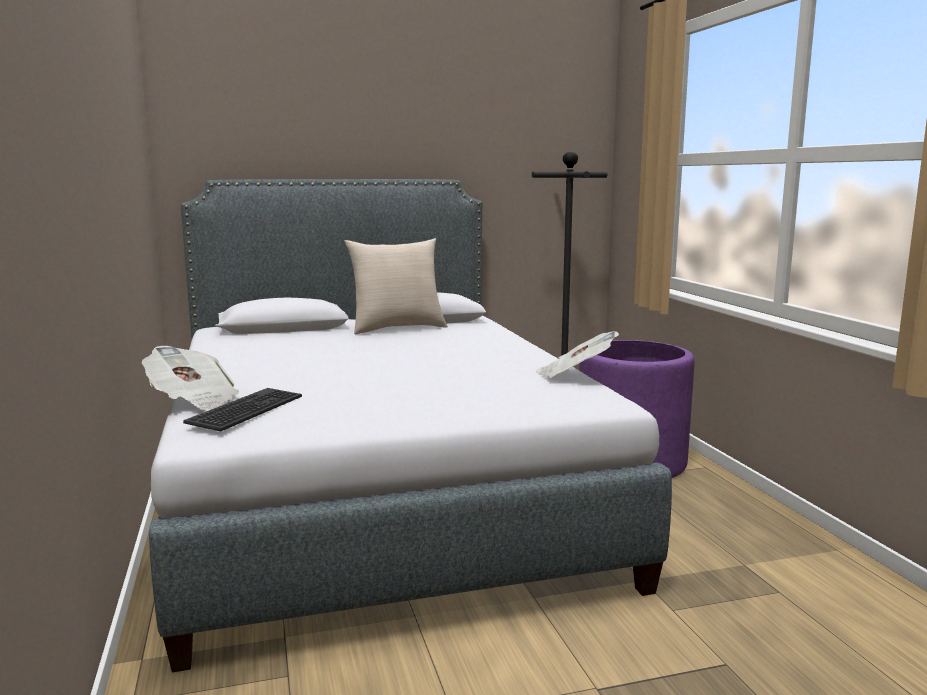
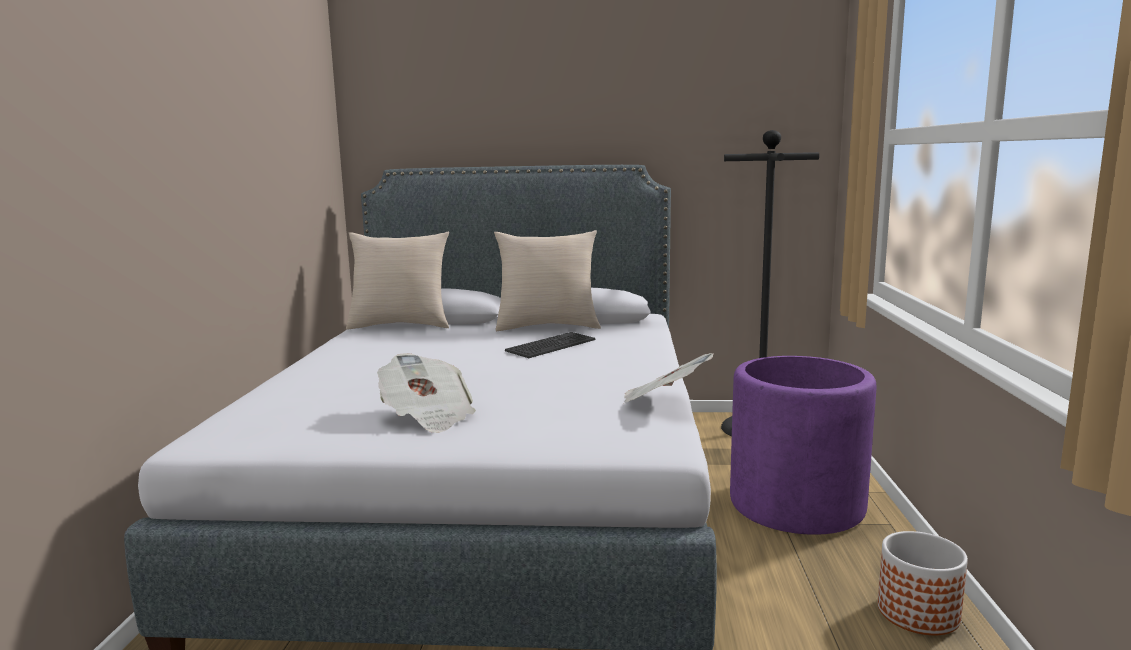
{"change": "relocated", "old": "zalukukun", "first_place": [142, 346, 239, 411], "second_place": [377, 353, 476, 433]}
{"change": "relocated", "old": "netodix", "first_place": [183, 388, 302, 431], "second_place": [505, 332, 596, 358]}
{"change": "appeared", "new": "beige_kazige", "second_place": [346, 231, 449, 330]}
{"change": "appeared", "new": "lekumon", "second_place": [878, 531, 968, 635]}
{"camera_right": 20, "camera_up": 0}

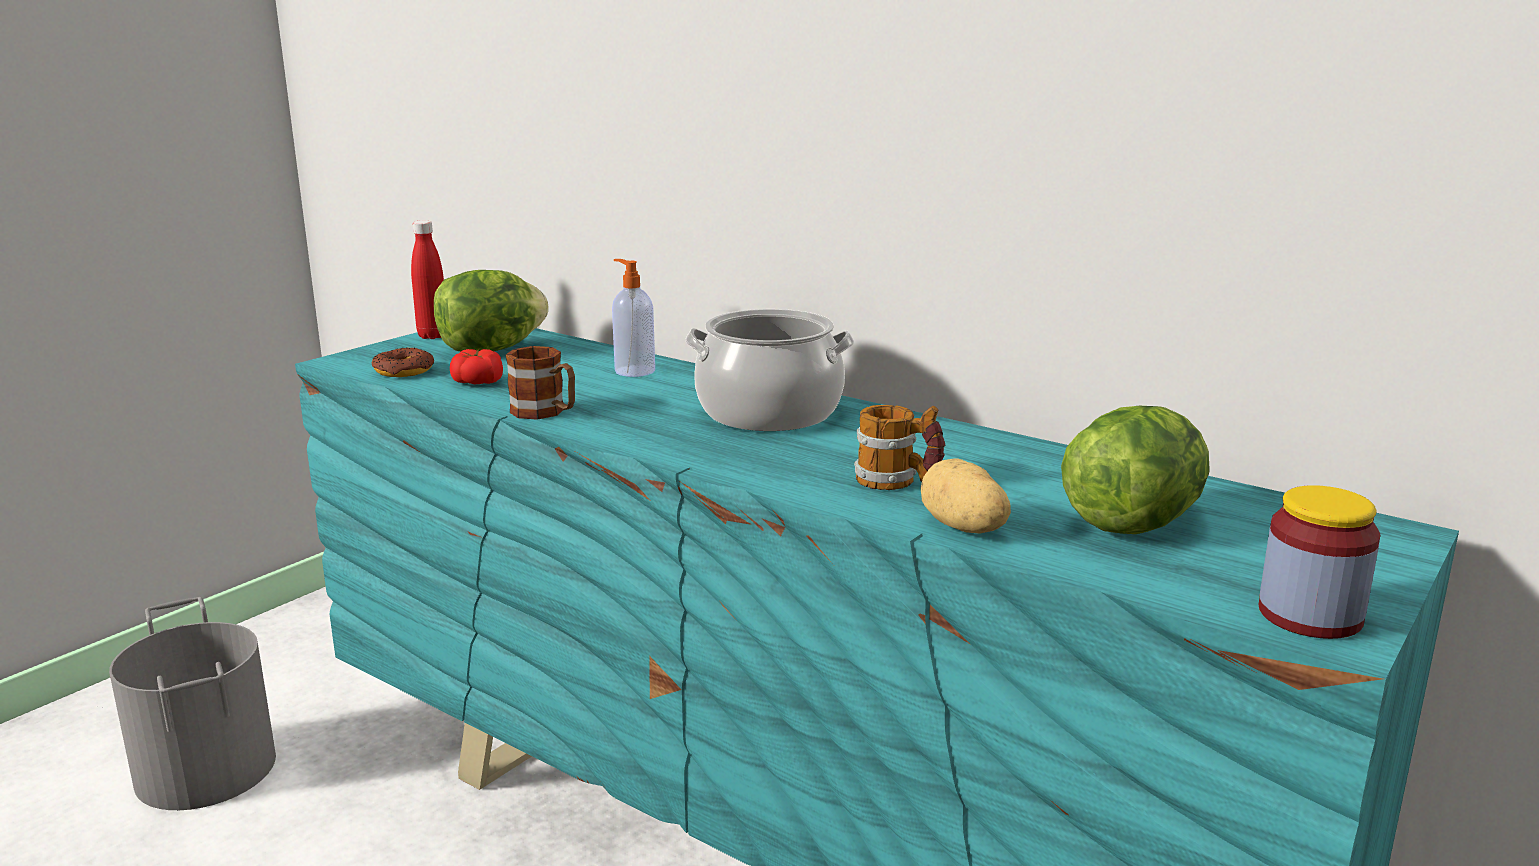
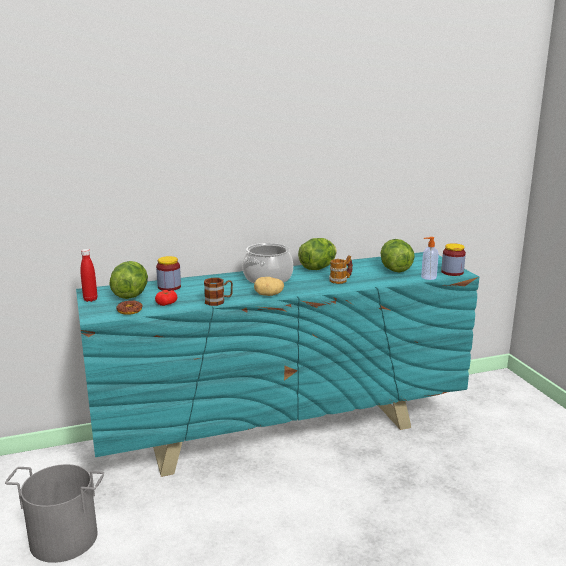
{"change": "relocated", "old": "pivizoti", "first_place": [612, 259, 655, 377], "second_place": [421, 237, 439, 280]}
{"change": "relocated", "old": "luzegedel", "first_place": [920, 458, 1011, 534], "second_place": [254, 277, 284, 296]}
{"change": "appeared", "new": "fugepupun", "second_place": [156, 256, 181, 291]}
{"change": "appeared", "new": "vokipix", "second_place": [298, 238, 337, 270]}
{"camera_right": -55, "camera_up": 0}

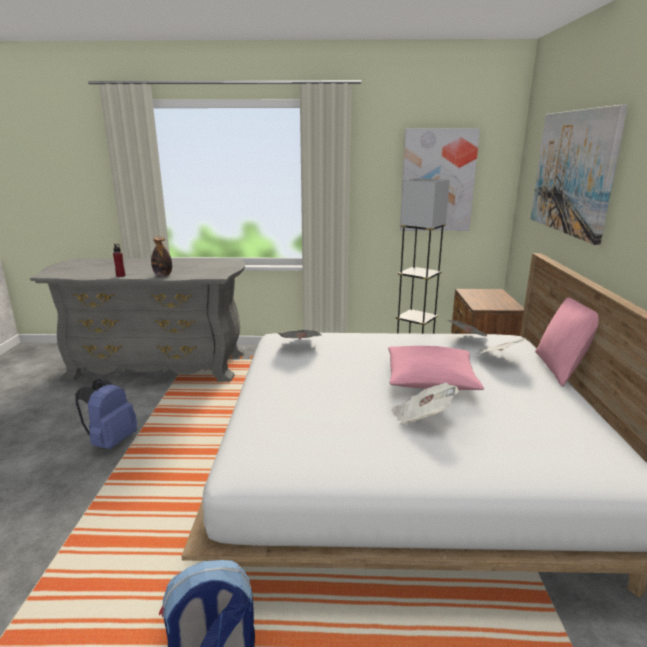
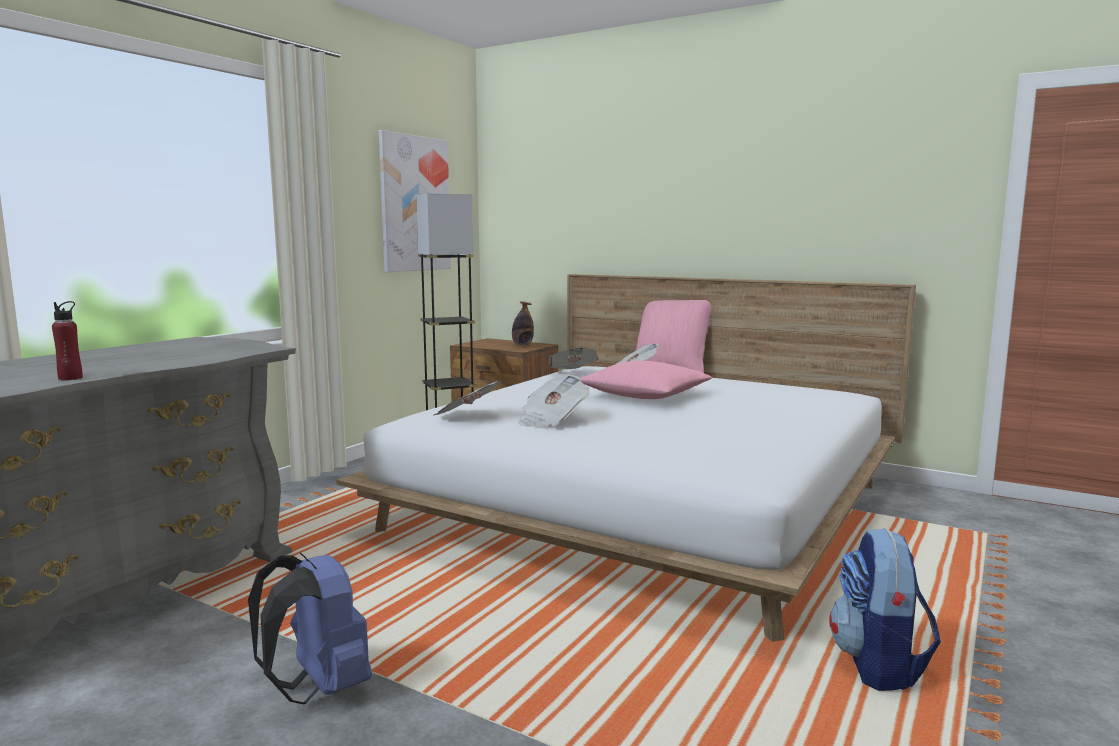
{"change": "relocated", "old": "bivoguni", "first_place": [151, 237, 172, 276], "second_place": [512, 301, 534, 345]}
{"change": "relocated", "old": "zalukukun", "first_place": [392, 383, 459, 424], "second_place": [518, 375, 589, 427]}
{"change": "missing", "old": "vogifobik", "first_place": [531, 104, 628, 245]}
{"camera_right": -60, "camera_up": -10}

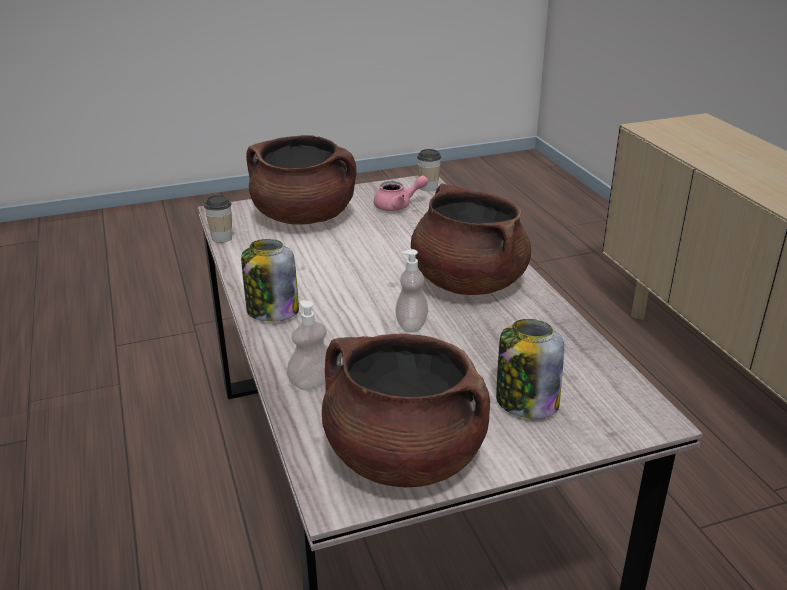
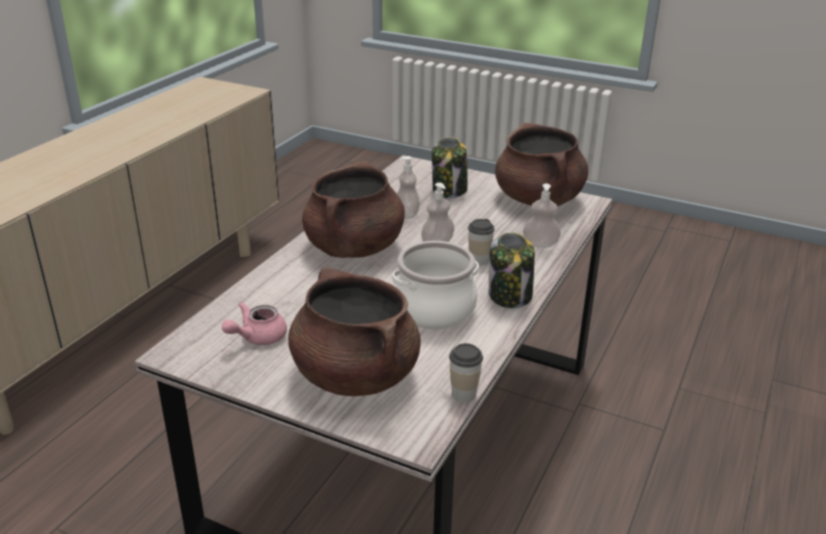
{"change": "spun", "old": "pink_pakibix", "first_place": [374, 175, 428, 211], "second_place": [222, 302, 287, 345], "degrees": -75}
{"change": "relocated", "old": "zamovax", "first_place": [417, 149, 441, 191], "second_place": [468, 219, 495, 266]}
{"change": "appeared", "new": "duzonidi", "second_place": [392, 241, 479, 330]}
{"change": "appeared", "new": "pivizoti", "second_place": [397, 156, 420, 219]}
{"camera_right": -135, "camera_up": 0}

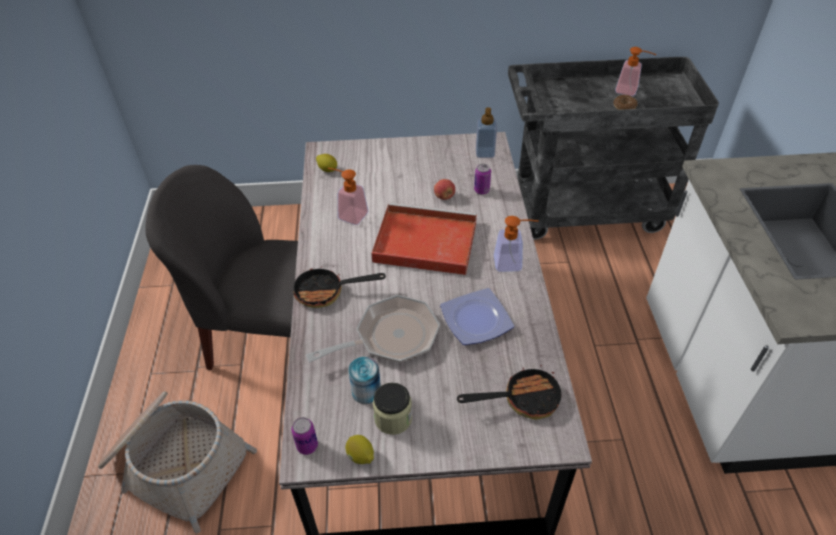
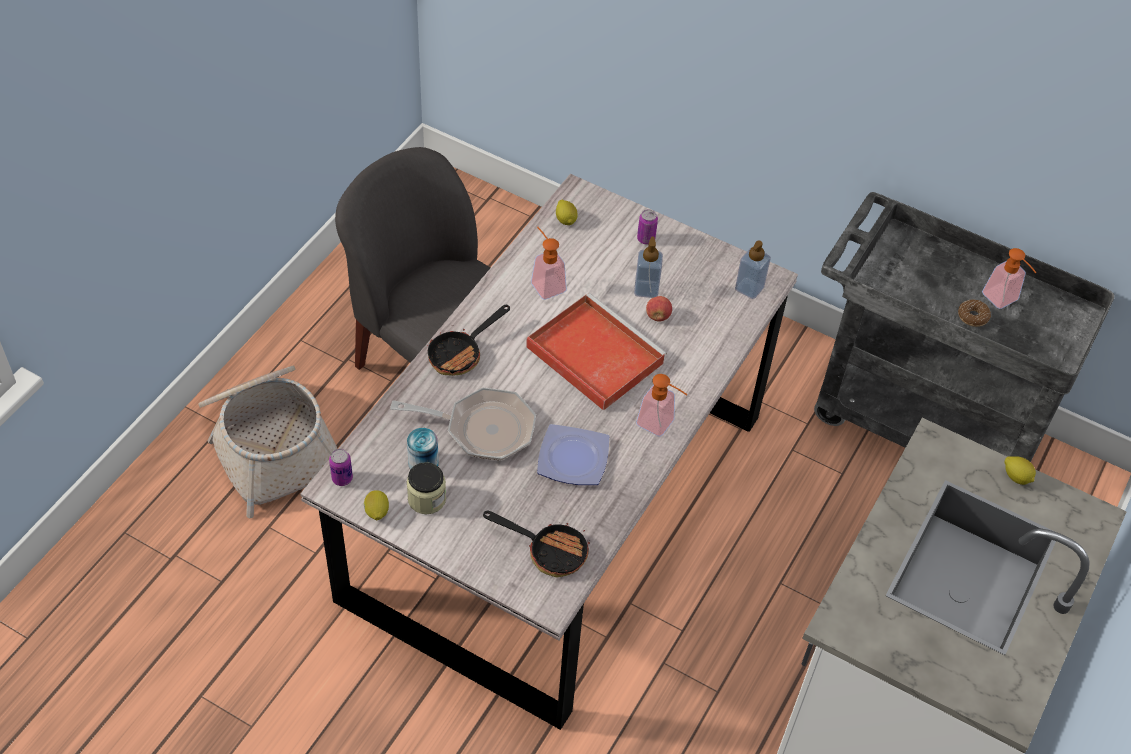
{"change": "spun", "old": "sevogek", "first_place": [292, 267, 386, 308], "second_place": [427, 305, 510, 376], "degrees": -75}
{"change": "relocated", "old": "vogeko", "first_place": [474, 164, 491, 195], "second_place": [637, 209, 658, 244]}
{"change": "appeared", "new": "pivizoti", "second_place": [634, 237, 663, 298]}
{"change": "appeared", "new": "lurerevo", "second_place": [1004, 456, 1036, 485]}
{"camera_right": 30, "camera_up": 5}

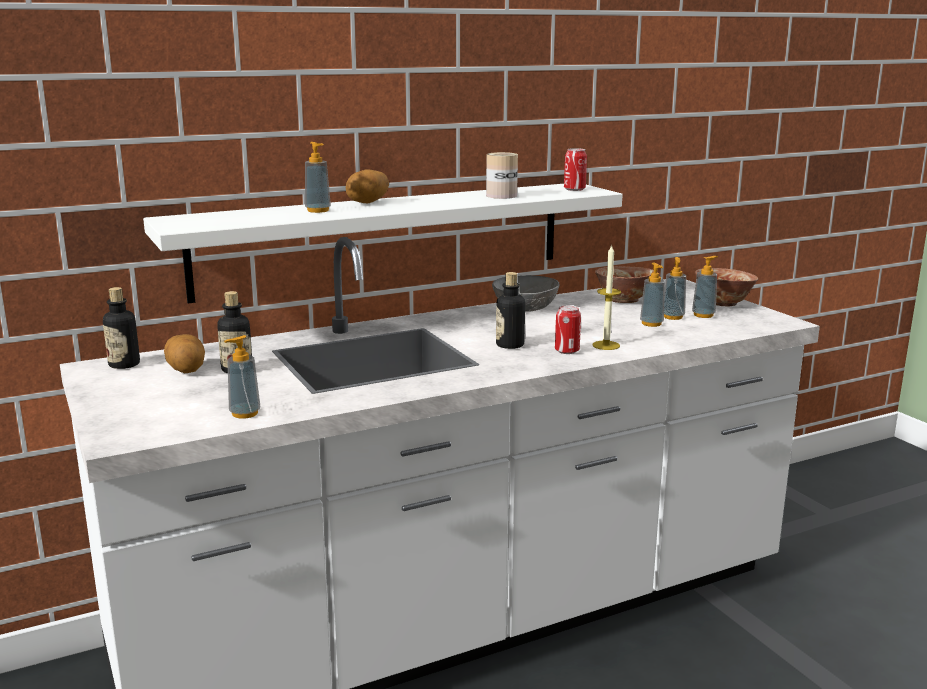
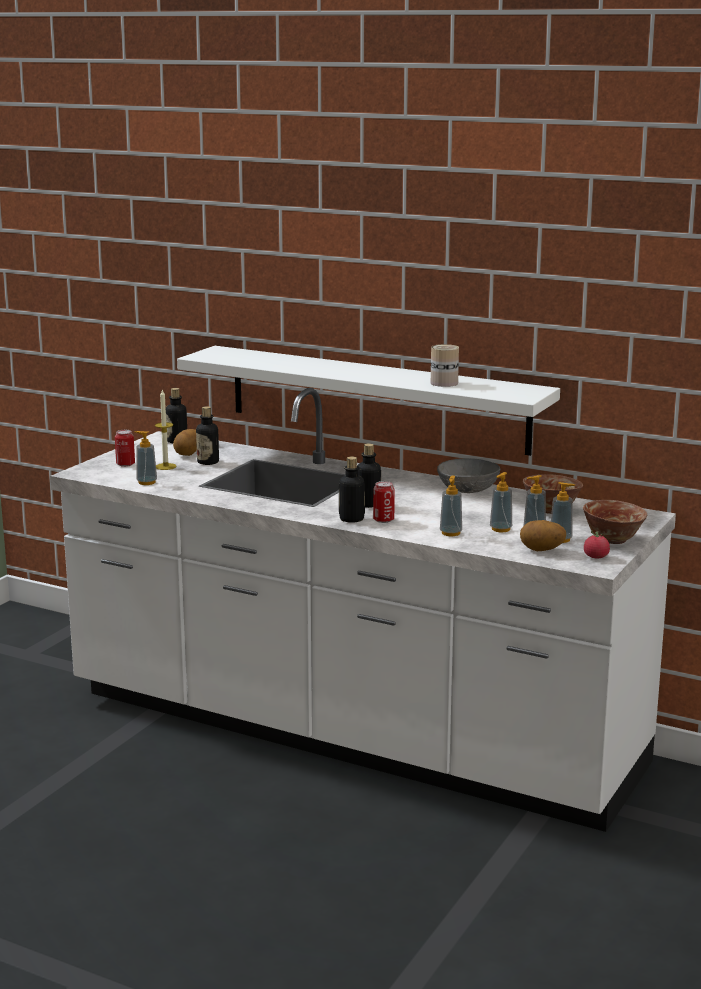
{"change": "relocated", "old": "pivizoti", "first_place": [305, 142, 331, 213], "second_place": [440, 475, 462, 536]}
{"change": "relocated", "old": "luzegedel", "first_place": [346, 170, 389, 203], "second_place": [520, 520, 566, 551]}
{"change": "relocated", "old": "vogeko", "first_place": [564, 148, 587, 191], "second_place": [115, 430, 135, 467]}
{"change": "relocated", "old": "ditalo", "first_place": [592, 244, 621, 350], "second_place": [155, 389, 177, 470]}
{"change": "appeared", "new": "bivoguni", "second_place": [339, 457, 365, 523]}
{"change": "appeared", "new": "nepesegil", "second_place": [584, 531, 610, 559]}
{"camera_right": 55, "camera_up": 0}

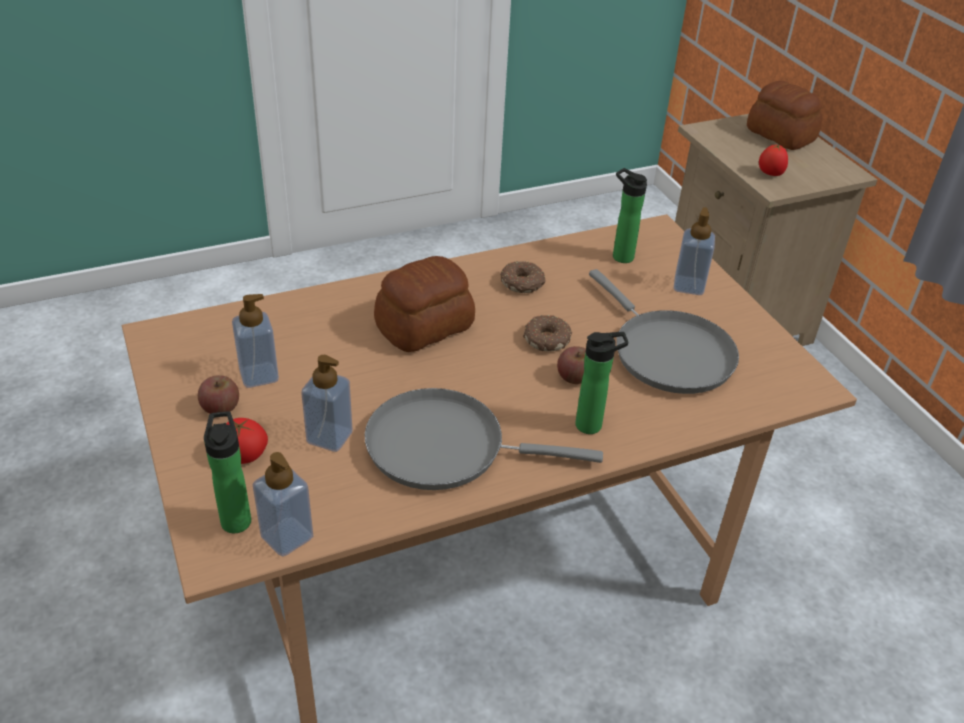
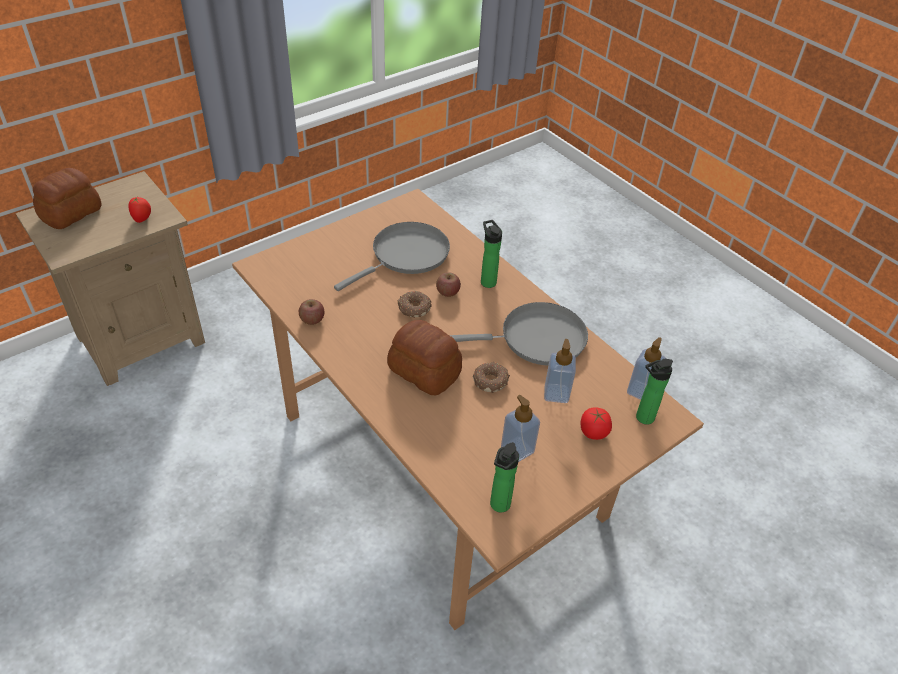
{"change": "relocated", "old": "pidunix", "first_place": [198, 375, 239, 414], "second_place": [299, 299, 325, 325]}
{"change": "spun", "old": "grey_sevogek", "first_place": [364, 388, 603, 490], "second_place": [449, 302, 588, 366], "degrees": -90}
{"change": "relocated", "old": "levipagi", "first_place": [500, 261, 546, 293], "second_place": [473, 362, 510, 393]}
{"change": "relocated", "old": "bivoguni", "first_place": [613, 168, 647, 263], "second_place": [490, 442, 519, 513]}
{"change": "missing", "old": "pivizoti", "first_place": [674, 207, 715, 295]}
{"camera_right": -105, "camera_up": 5}

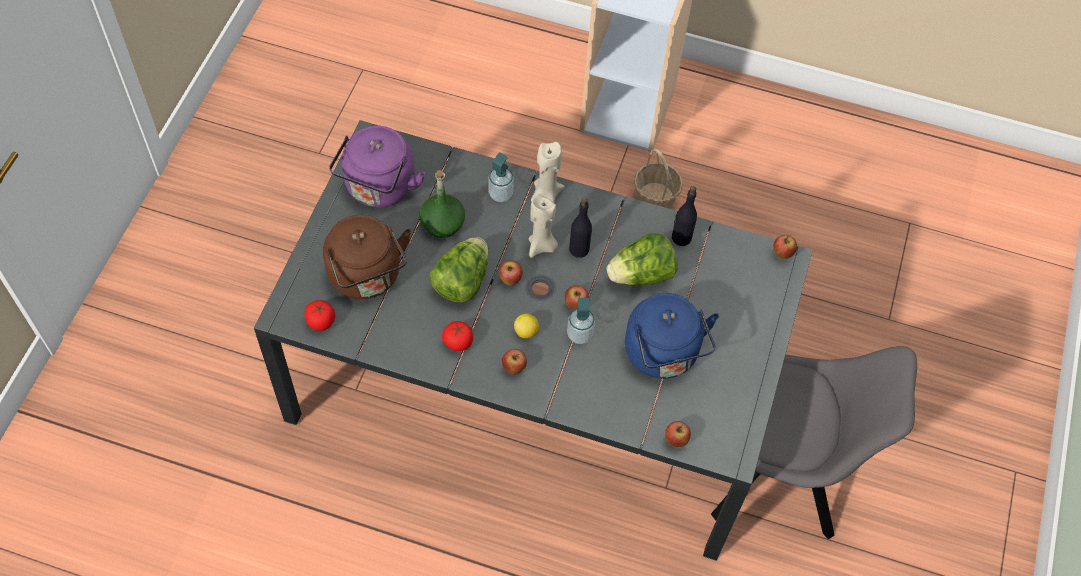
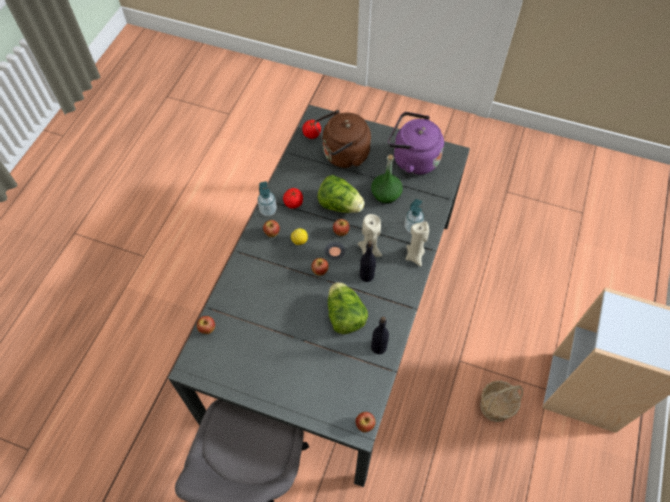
{"change": "relocated", "old": "pivizoti", "first_place": [567, 298, 595, 344], "second_place": [258, 181, 277, 216]}
{"change": "missing", "old": "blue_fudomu", "first_place": [625, 293, 719, 379]}
{"camera_right": 95, "camera_up": 0}

